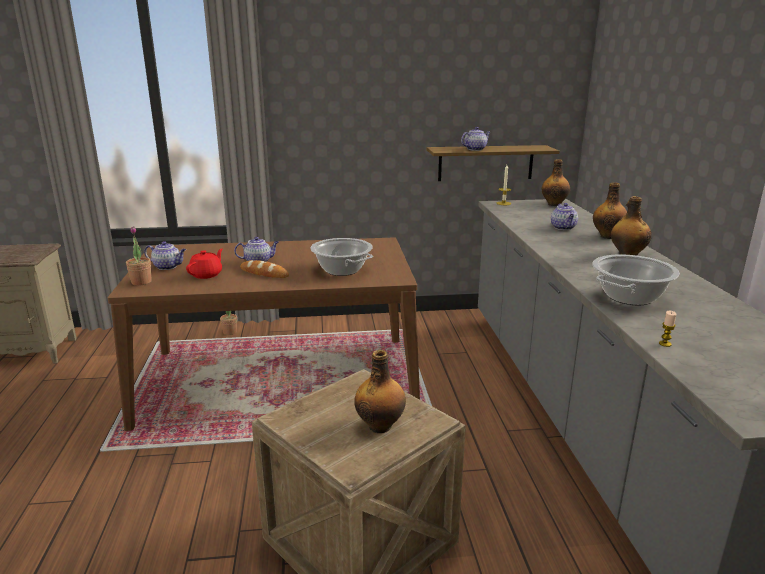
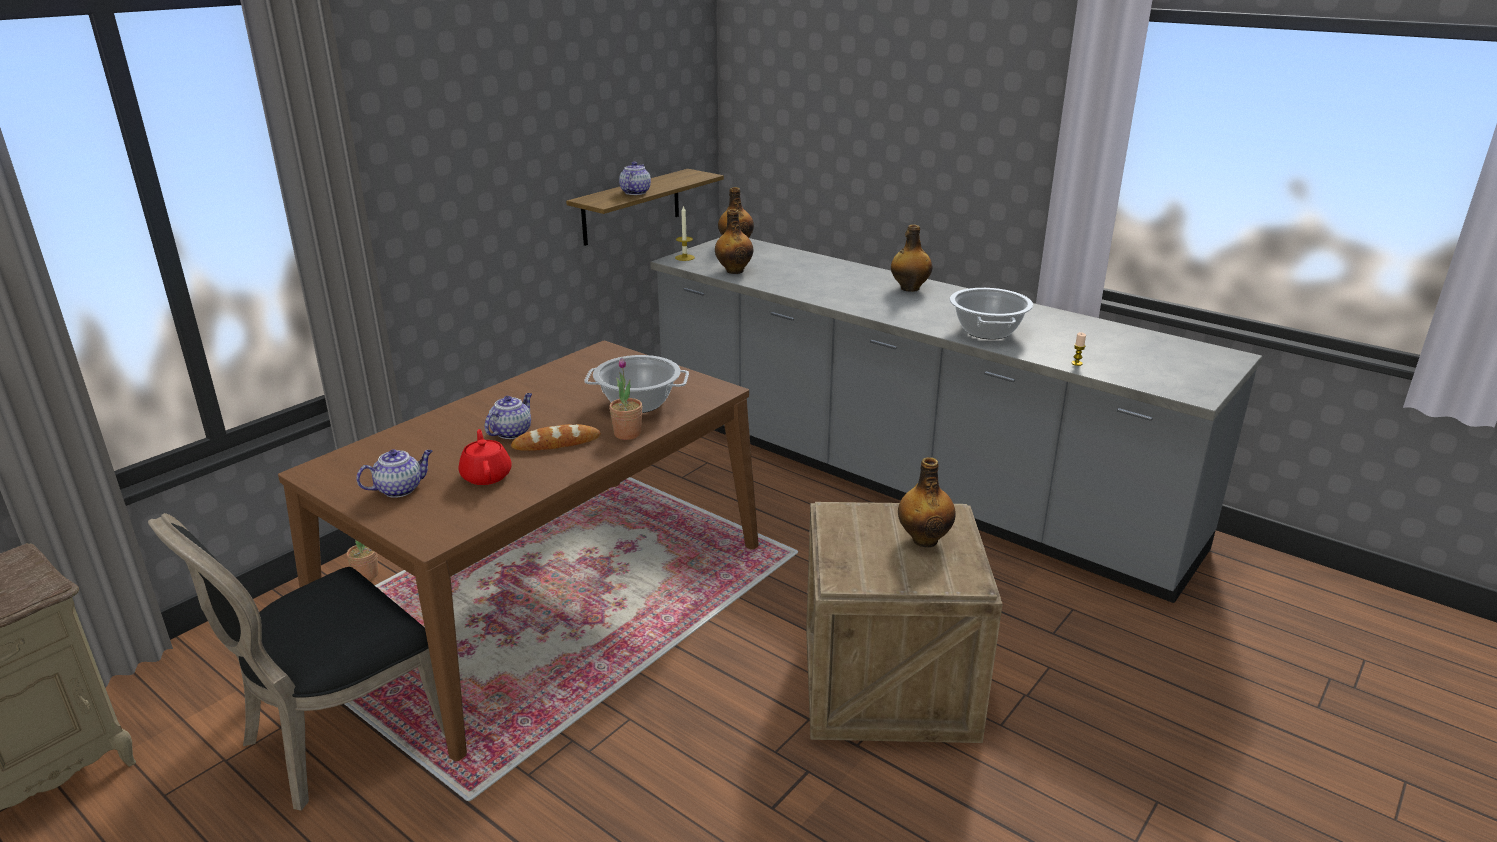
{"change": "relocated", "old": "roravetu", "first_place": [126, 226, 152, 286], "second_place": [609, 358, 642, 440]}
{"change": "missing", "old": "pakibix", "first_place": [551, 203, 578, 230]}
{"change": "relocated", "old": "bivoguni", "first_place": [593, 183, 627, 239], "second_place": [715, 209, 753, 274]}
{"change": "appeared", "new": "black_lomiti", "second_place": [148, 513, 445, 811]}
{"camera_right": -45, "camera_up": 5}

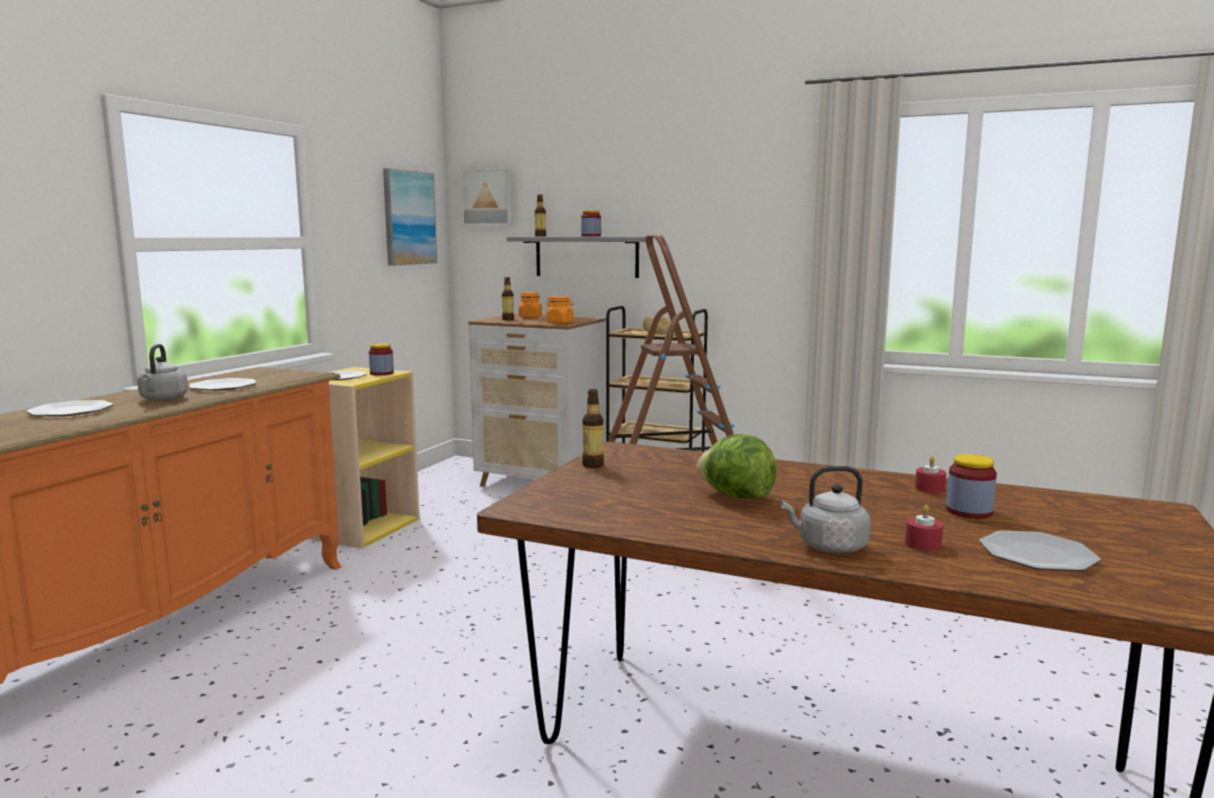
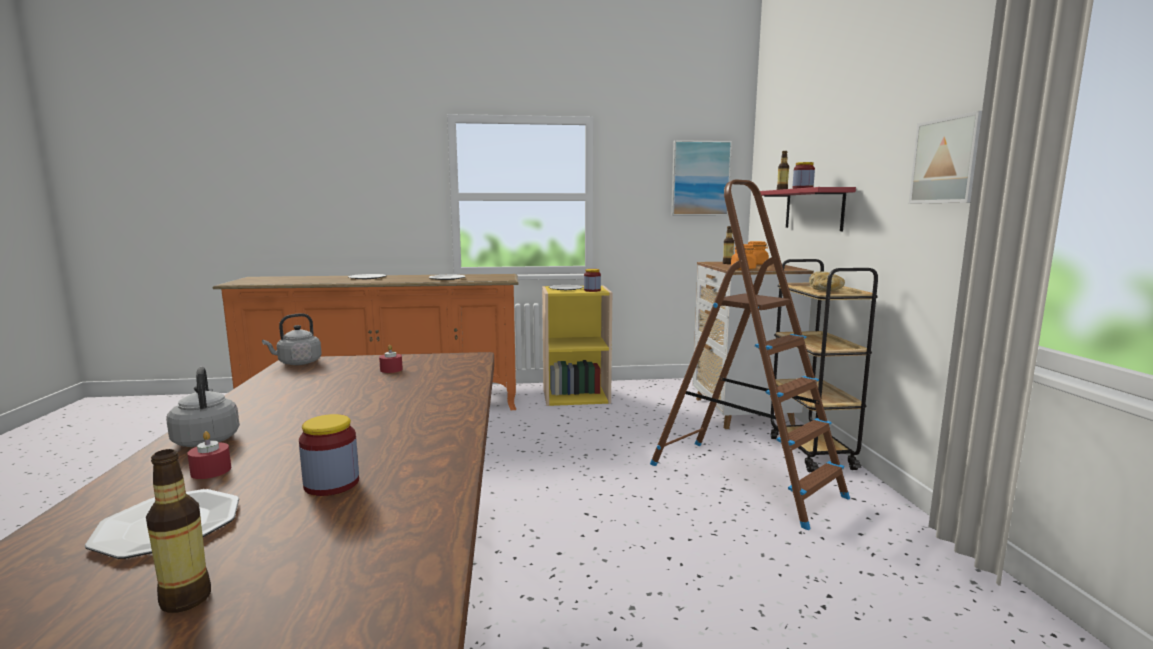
{"change": "relocated", "old": "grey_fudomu", "first_place": [137, 344, 188, 401], "second_place": [262, 313, 322, 365]}
{"change": "relocated", "old": "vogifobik", "first_place": [460, 168, 513, 226], "second_place": [909, 111, 982, 203]}
{"change": "colour", "old": "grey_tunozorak", "new": "red_tunozorak", "first_place": [507, 237, 653, 278], "second_place": [753, 187, 856, 231]}
{"change": "relocated", "old": "bivoguni", "first_place": [582, 389, 604, 468], "second_place": [146, 449, 211, 613]}
{"change": "missing", "old": "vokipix", "first_place": [697, 434, 777, 499]}
{"change": "relocated", "old": "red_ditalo", "first_place": [915, 456, 947, 493], "second_place": [379, 345, 403, 373]}
{"camera_right": 60, "camera_up": 0}

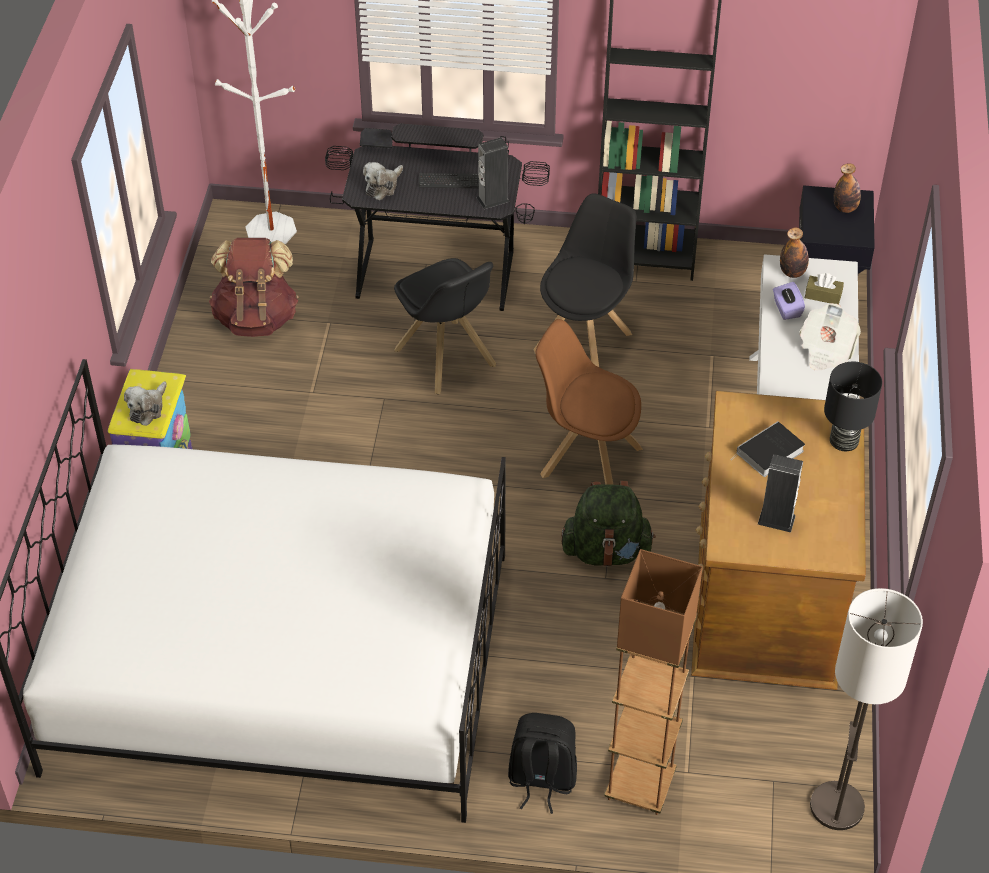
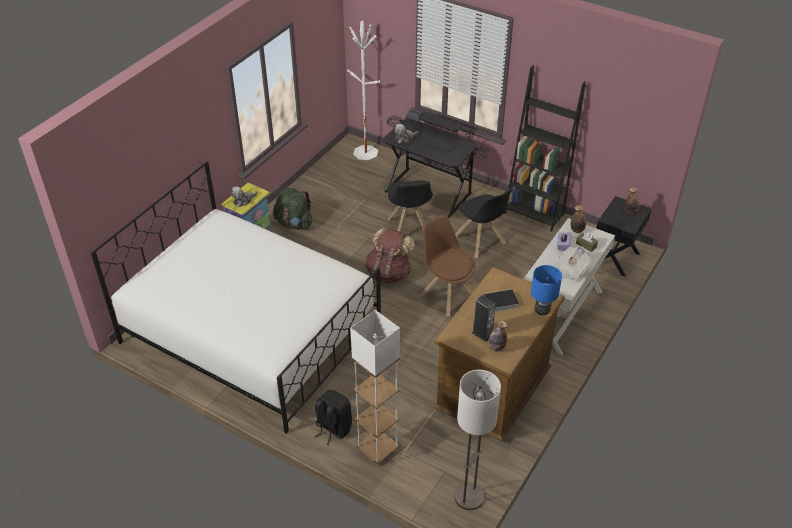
{"change": "relocated", "old": "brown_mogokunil", "first_place": [209, 238, 299, 337], "second_place": [365, 228, 415, 284]}
{"change": "missing", "old": "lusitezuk", "first_place": [477, 137, 510, 209]}
{"change": "spun", "old": "black_lomiti", "first_place": [533, 193, 637, 367], "second_place": [455, 188, 512, 258], "degrees": 90}
{"change": "relocated", "old": "green_mogokunil", "first_place": [561, 481, 656, 567], "second_place": [273, 188, 312, 230]}
{"change": "colour", "old": "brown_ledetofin", "new": "white_ledetofin", "first_place": [604, 549, 703, 815], "second_place": [350, 310, 400, 466]}
{"change": "colour", "old": "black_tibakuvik", "new": "blue_tibakuvik", "first_place": [824, 362, 882, 451], "second_place": [531, 265, 562, 315]}
{"change": "appeared", "new": "bivoguni", "second_place": [488, 321, 507, 351]}
{"camera_right": 25, "camera_up": -5}

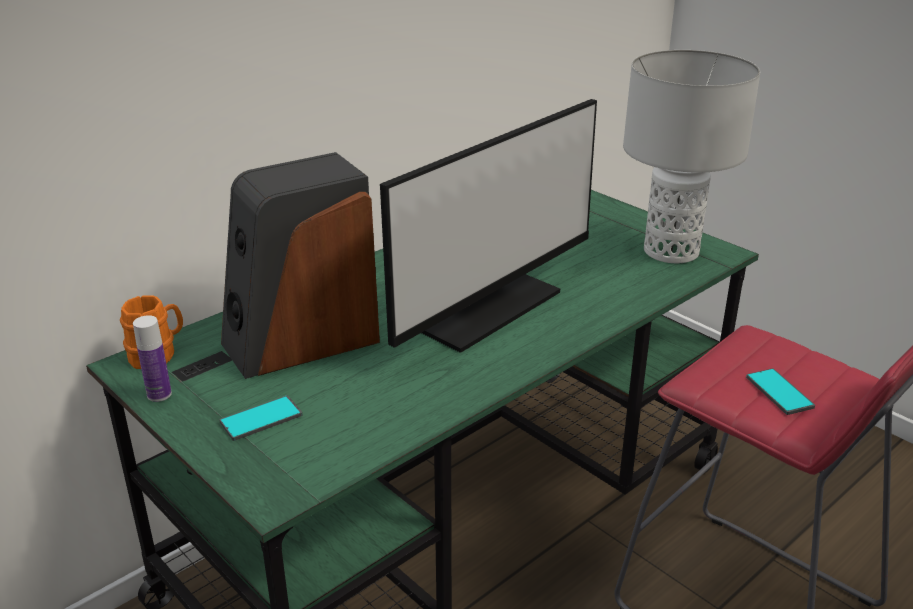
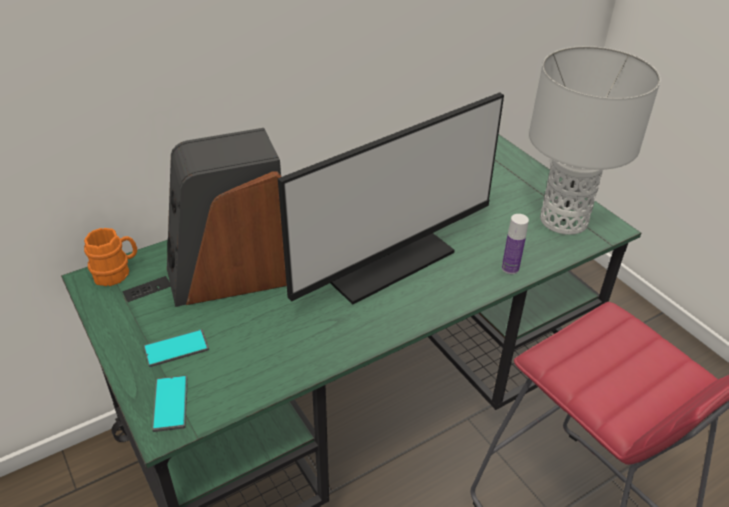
{"change": "relocated", "old": "bivoguni", "first_place": [133, 315, 172, 402], "second_place": [502, 214, 529, 274]}
{"change": "relocated", "old": "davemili", "first_place": [746, 368, 815, 415], "second_place": [152, 375, 187, 432]}
{"camera_right": 10, "camera_up": 10}

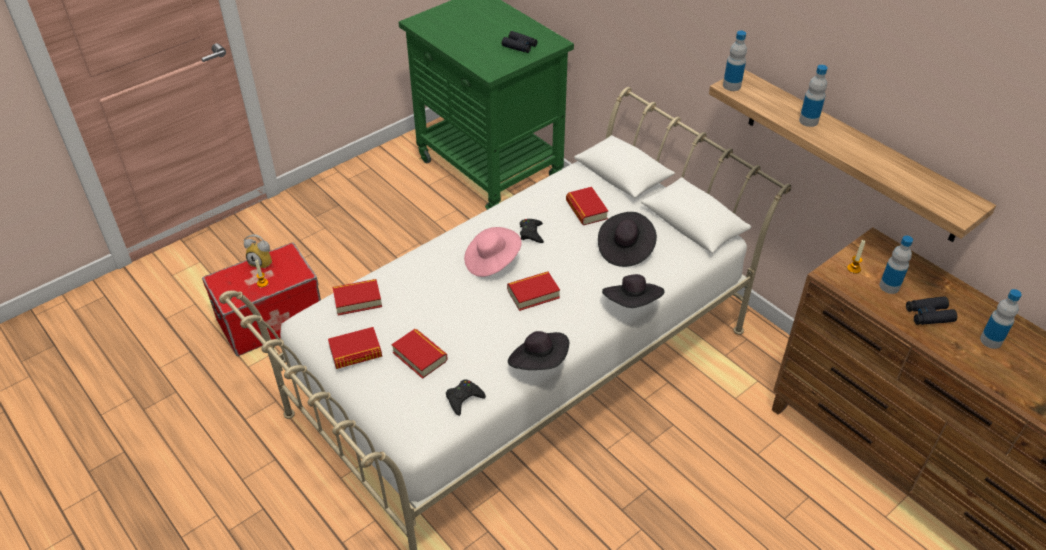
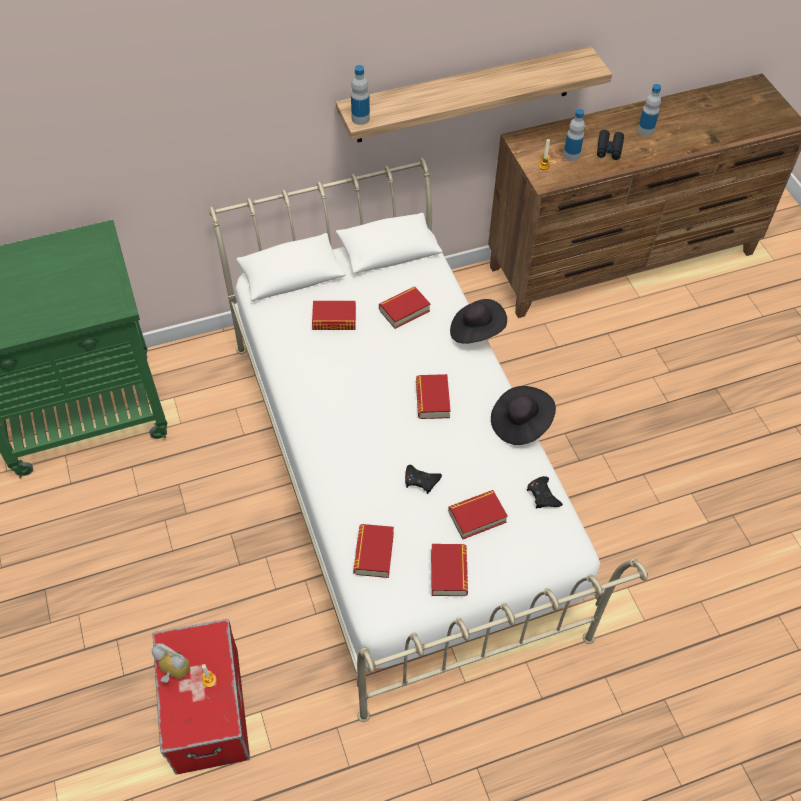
{"change": "spun", "old": "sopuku", "first_place": [243, 234, 272, 268], "second_place": [152, 643, 190, 683], "degrees": -105}
{"change": "missing", "old": "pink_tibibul", "first_place": [464, 227, 522, 277]}
{"change": "missing", "old": "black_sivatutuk", "first_place": [502, 31, 537, 53]}
{"change": "relocated", "old": "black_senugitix", "first_place": [520, 219, 544, 243], "second_place": [405, 465, 442, 494]}
{"change": "exchanged", "old": "black_tibibul", "new": "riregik", "first_place": [598, 212, 657, 267], "second_place": [379, 286, 431, 329]}
{"change": "missing", "old": "bivoguni", "first_place": [799, 65, 828, 127]}
{"camera_right": -70, "camera_up": 10}

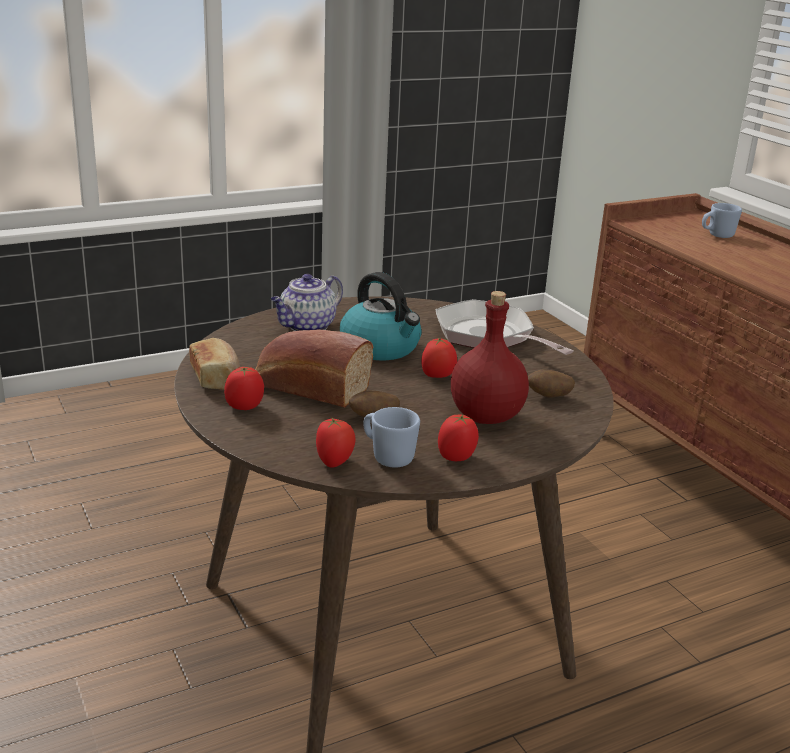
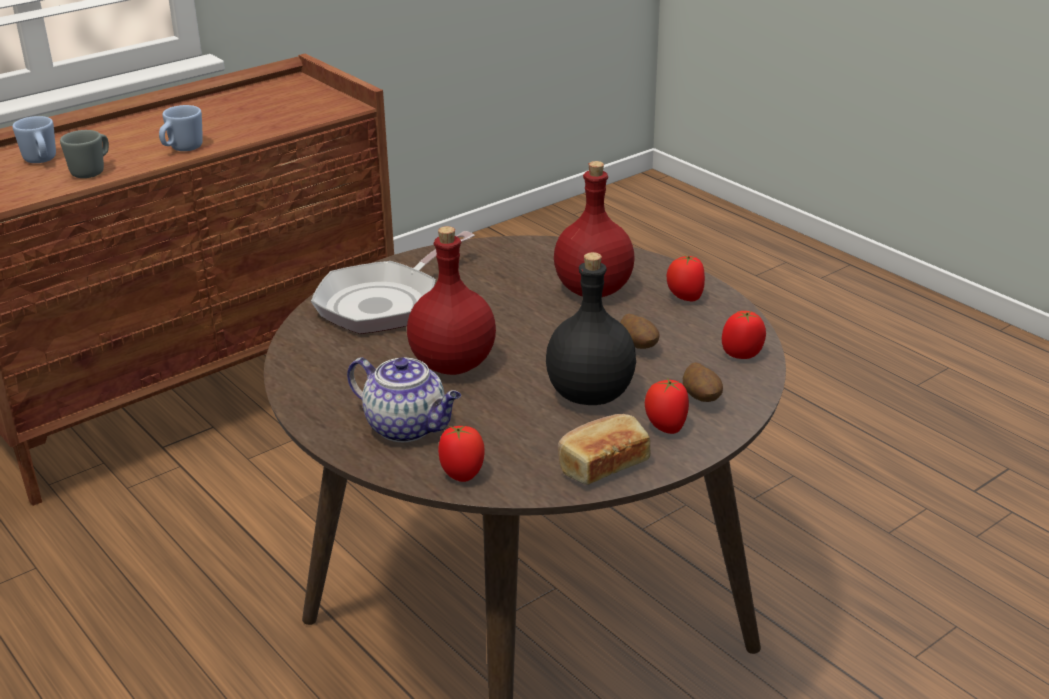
{"change": "exchanged", "old": "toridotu", "new": "black_bivoguni", "first_place": [255, 330, 373, 408], "second_place": [546, 252, 636, 405]}
{"change": "exchanged", "old": "fudomu", "new": "red_bivoguni", "first_place": [340, 272, 421, 360], "second_place": [407, 226, 496, 375]}
{"change": "relocated", "old": "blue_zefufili", "first_place": [363, 407, 420, 468], "second_place": [159, 105, 203, 151]}
{"change": "relocated", "old": "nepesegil", "first_place": [422, 338, 457, 378], "second_place": [438, 426, 485, 482]}
{"change": "relocated", "old": "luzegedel", "first_place": [528, 369, 575, 398], "second_place": [683, 362, 723, 402]}
{"change": "appeared", "new": "grey_zefufili", "second_place": [60, 130, 109, 178]}
{"camera_right": -100, "camera_up": 5}

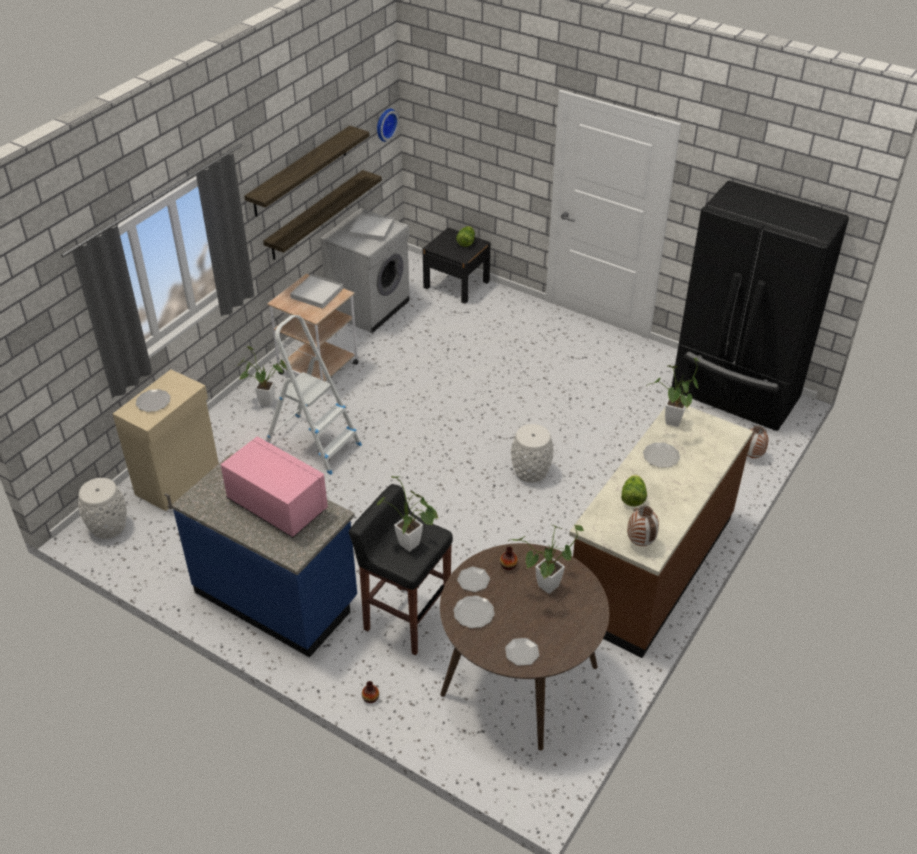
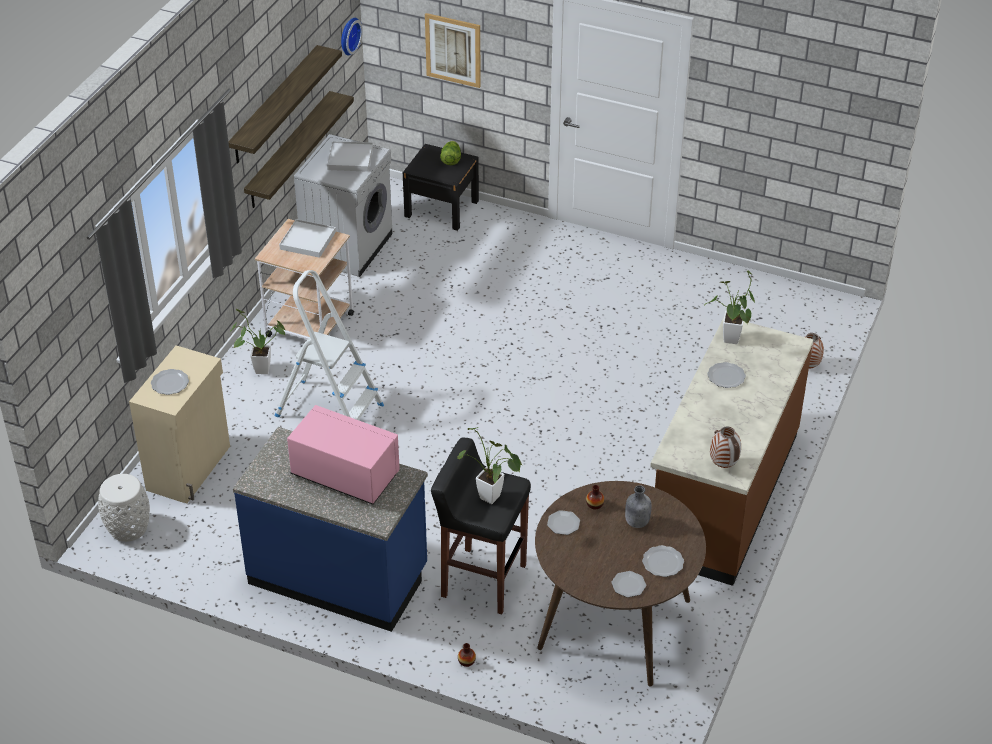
{"change": "relocated", "old": "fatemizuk", "first_place": [453, 596, 495, 628], "second_place": [642, 545, 684, 577]}
{"change": "exchanged", "old": "roravetu", "new": "grey_bivoguni", "first_place": [508, 524, 583, 594], "second_place": [625, 485, 651, 528]}
{"change": "missing", "old": "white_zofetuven", "first_place": [511, 424, 554, 483]}
{"change": "missing", "old": "vokipix", "first_place": [621, 475, 647, 507]}
{"change": "missing", "old": "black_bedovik", "first_place": [672, 181, 849, 431]}
{"change": "appeared", "new": "vogifobik", "second_place": [425, 13, 481, 88]}
{"camera_right": -10, "camera_up": 0}

